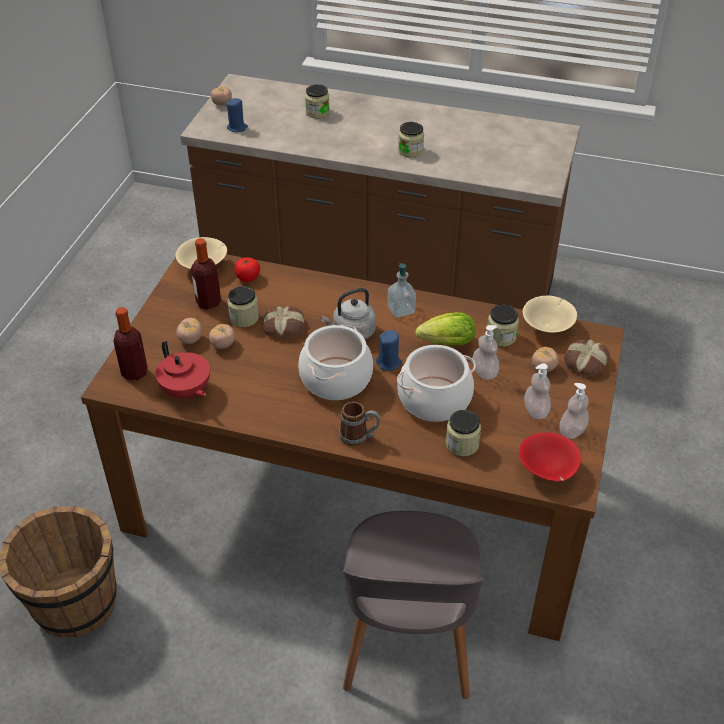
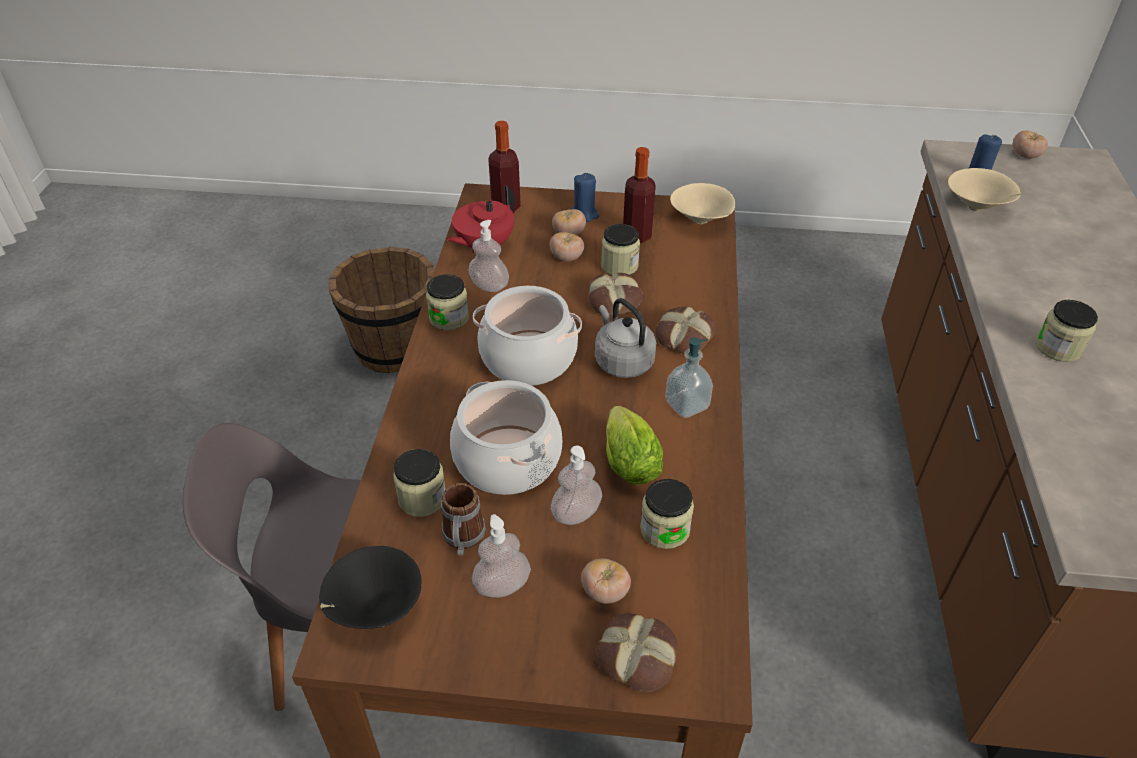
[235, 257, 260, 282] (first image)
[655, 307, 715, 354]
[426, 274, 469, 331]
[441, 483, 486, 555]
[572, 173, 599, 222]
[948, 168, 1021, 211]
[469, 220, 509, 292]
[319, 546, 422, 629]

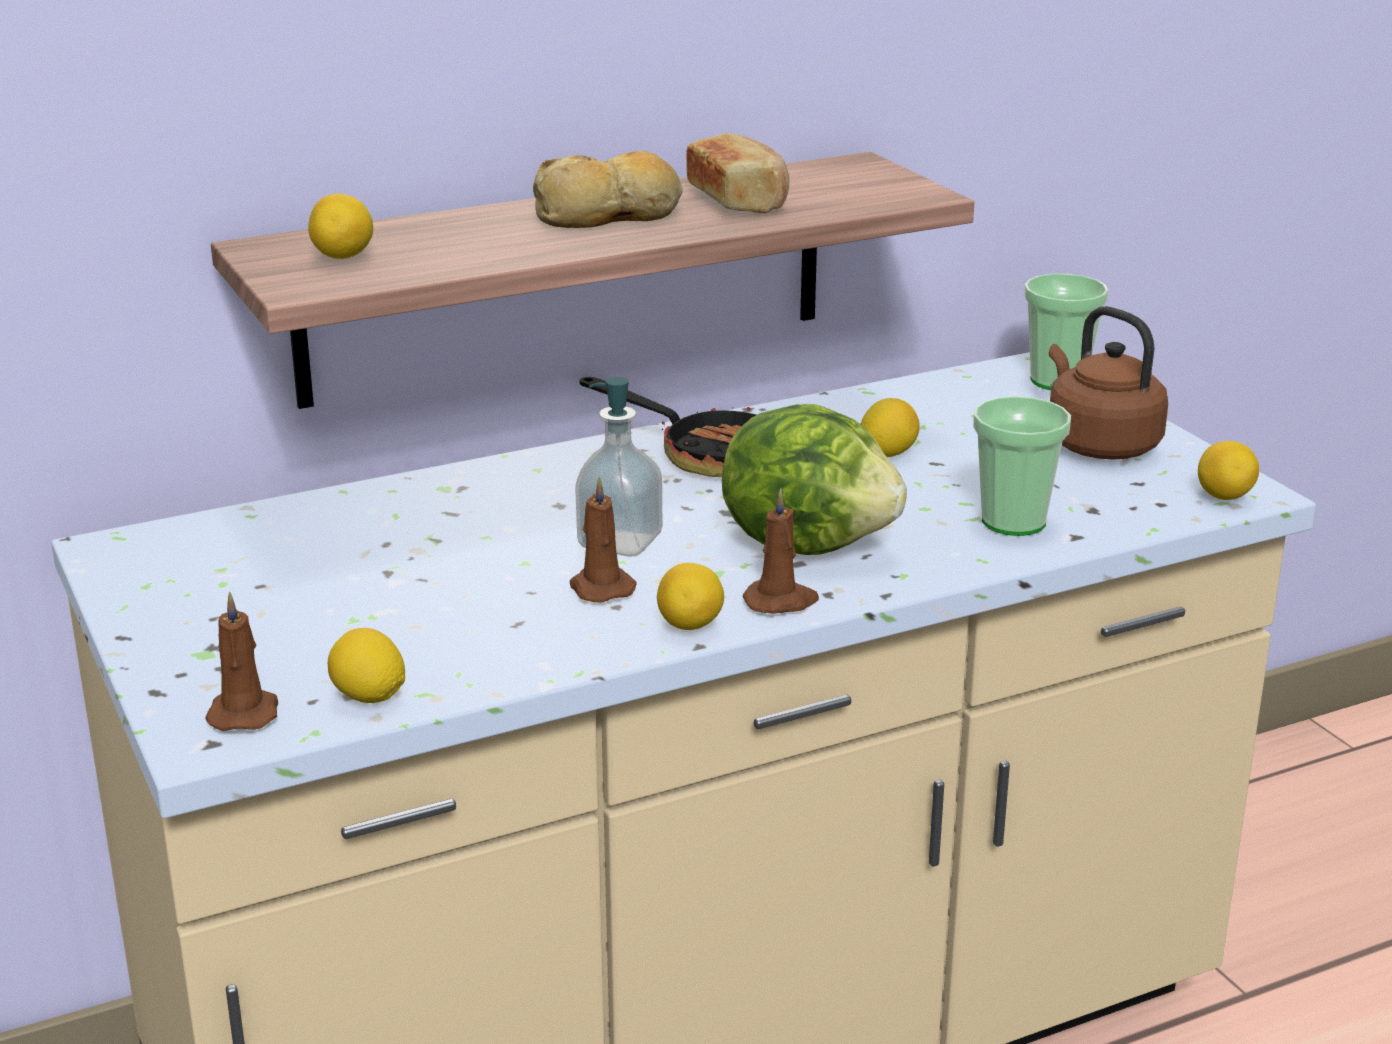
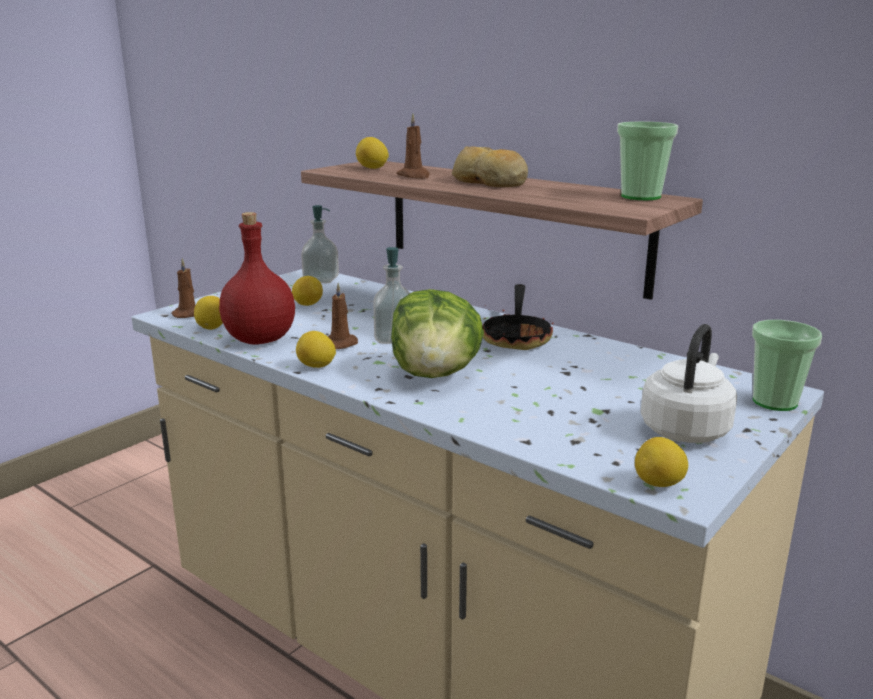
[686, 133, 789, 213] (first image)
[219, 212, 295, 344]
[301, 205, 339, 283]
[397, 114, 430, 179]
[292, 276, 323, 306]
[617, 121, 678, 200]
[640, 324, 737, 443]

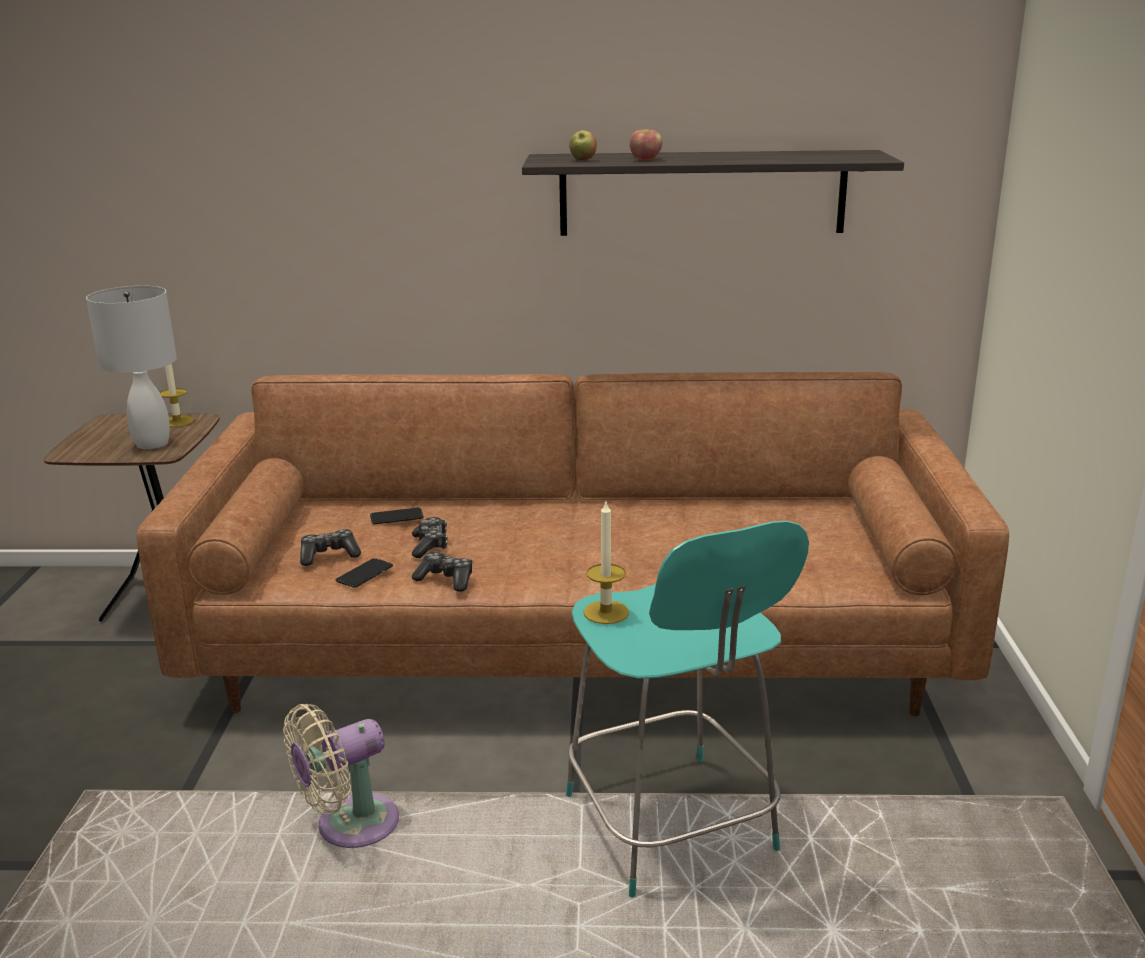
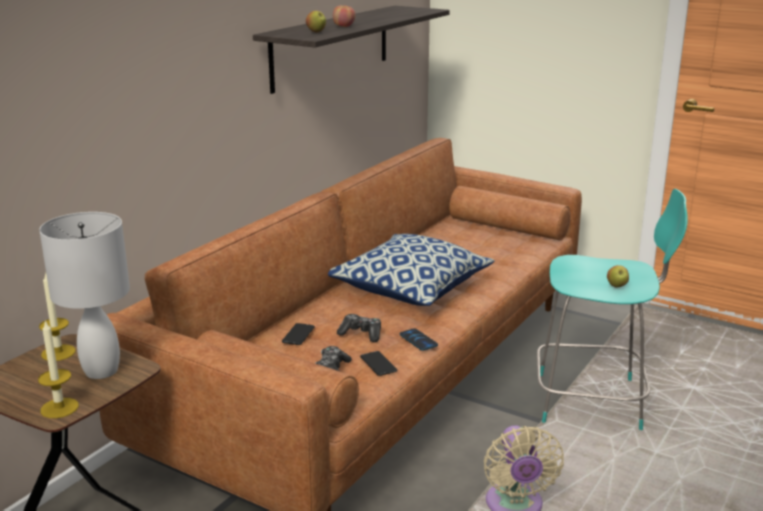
[328, 234, 495, 306]
[607, 265, 629, 288]
[38, 321, 79, 418]
[400, 328, 438, 351]

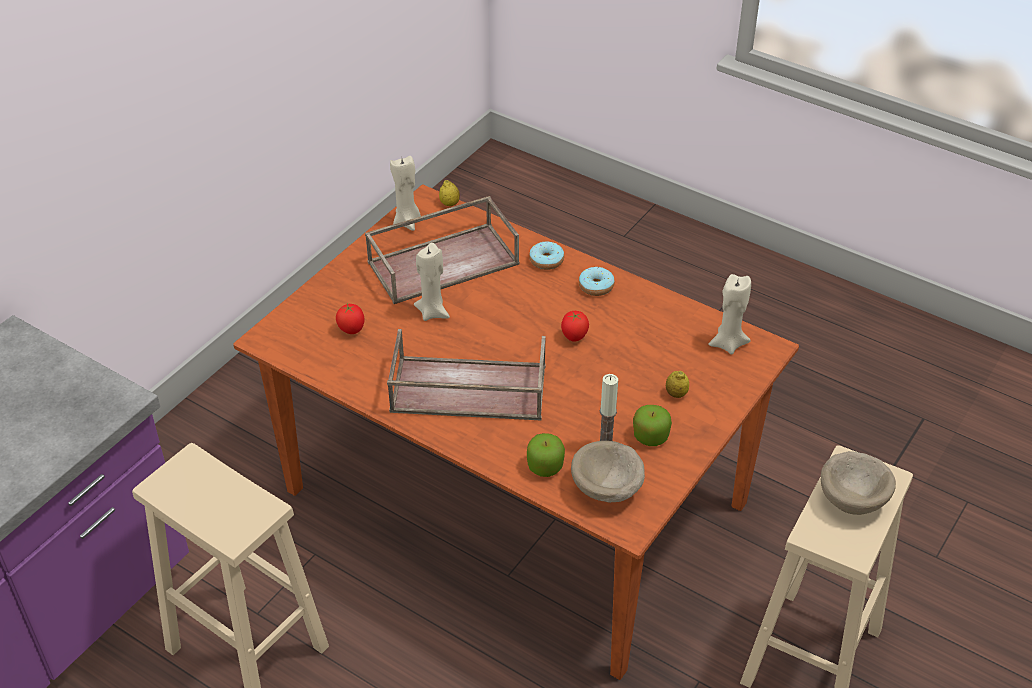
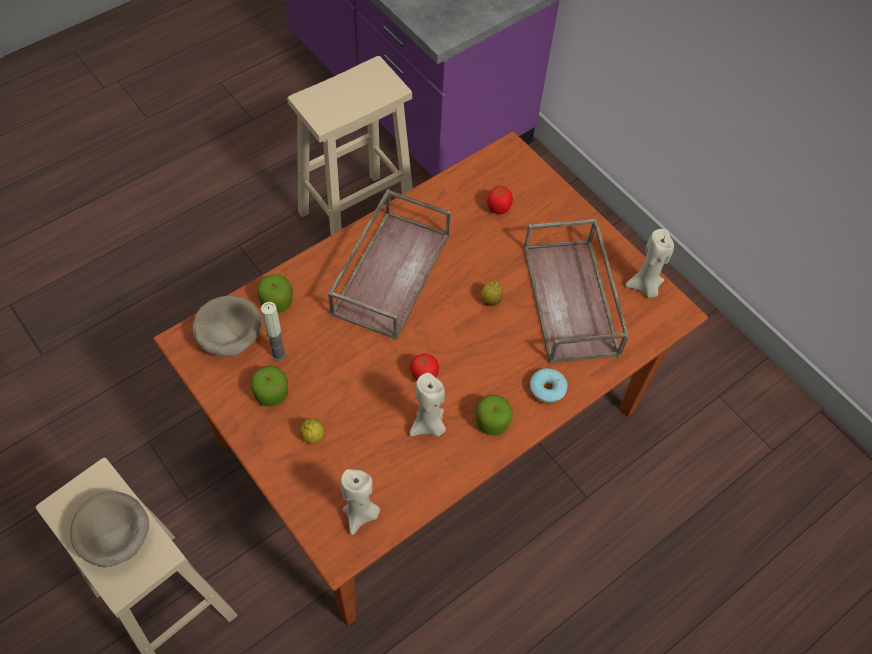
[410, 373, 446, 437]
[481, 280, 503, 306]
[475, 394, 513, 435]

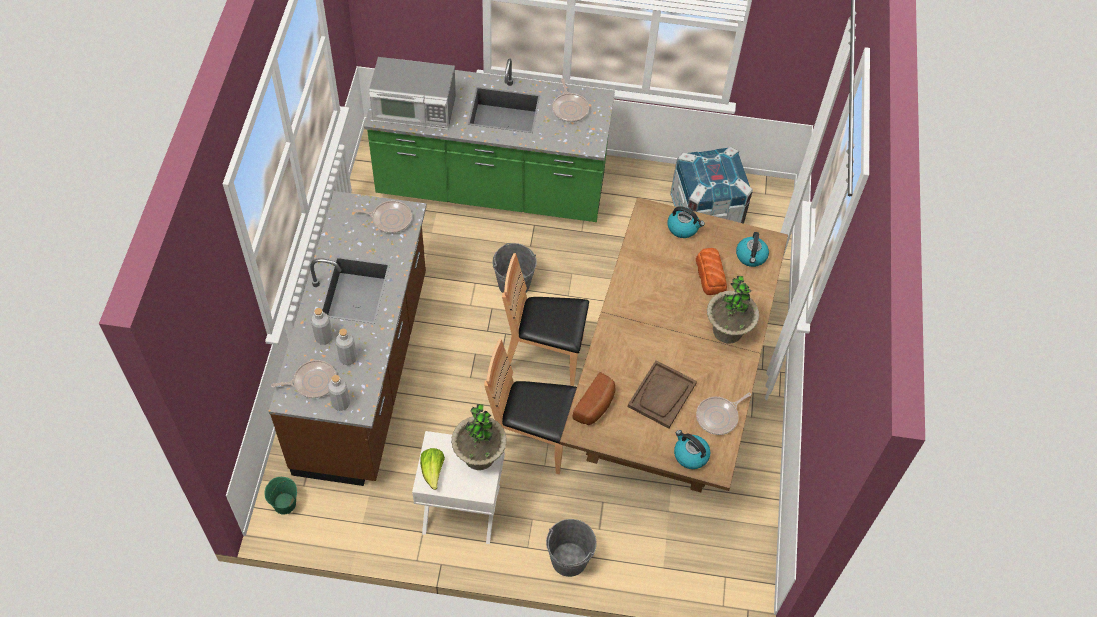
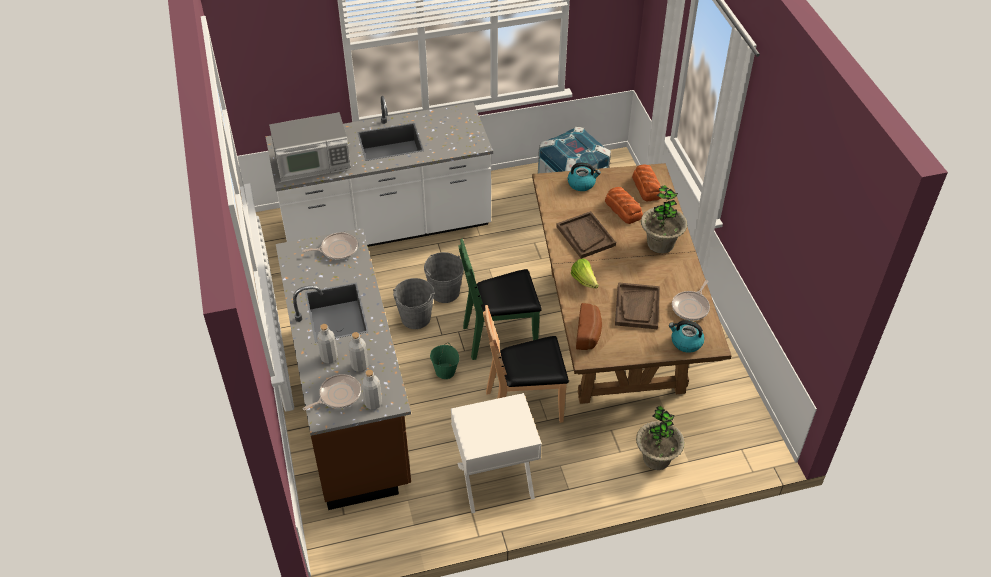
[552, 78, 589, 122] (first image)
[556, 211, 616, 259]
[430, 343, 459, 379]
[571, 258, 599, 288]
[636, 406, 685, 470]
[393, 278, 435, 329]
[632, 165, 662, 202]
[265, 96, 493, 247]
[458, 238, 542, 360]

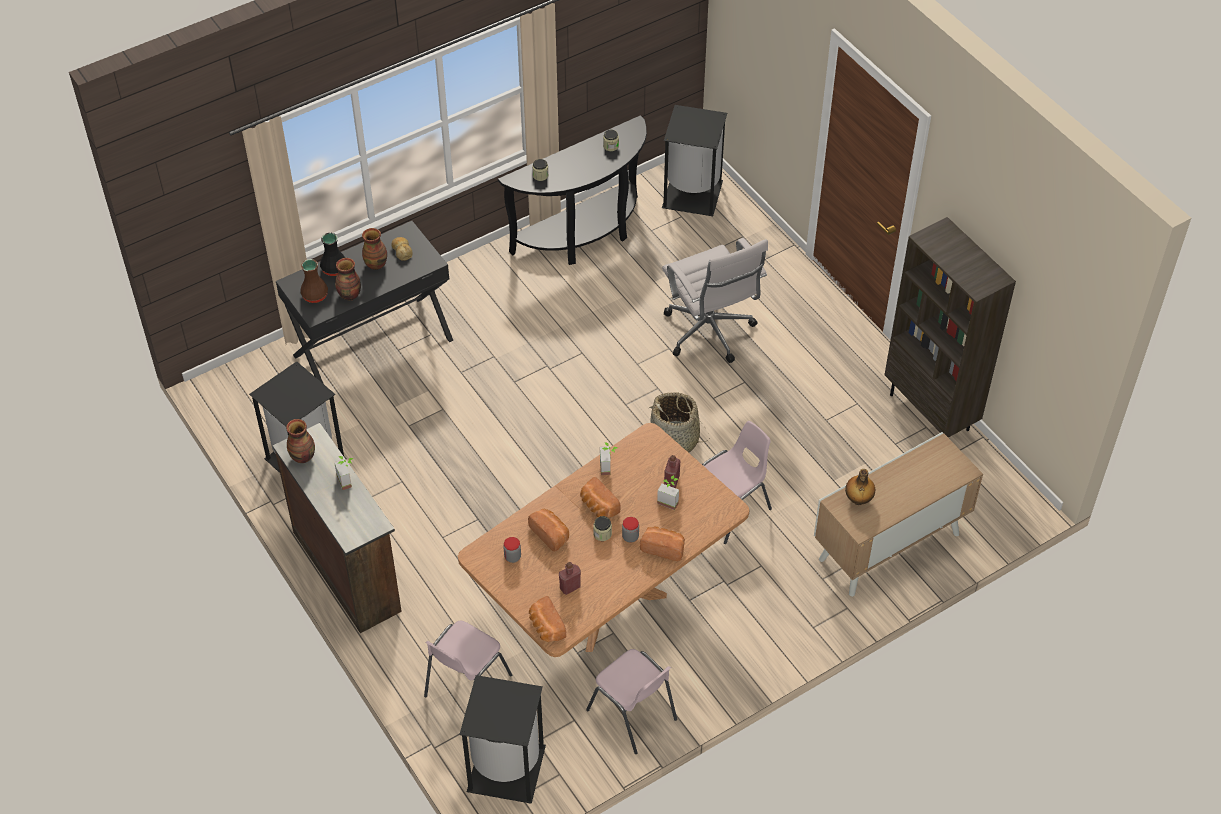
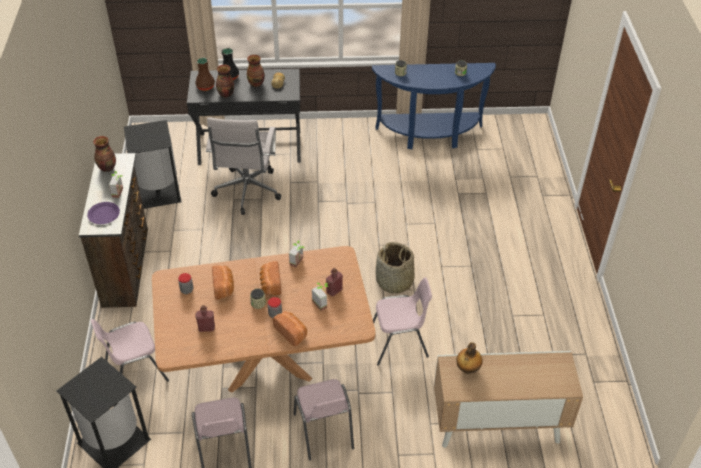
[529, 596, 566, 642] (first image)
[662, 105, 727, 216] (first image)
[885, 217, 1016, 438] (first image)
[87, 202, 120, 224]
[294, 379, 354, 461]
[206, 118, 281, 215]
[372, 63, 496, 149]

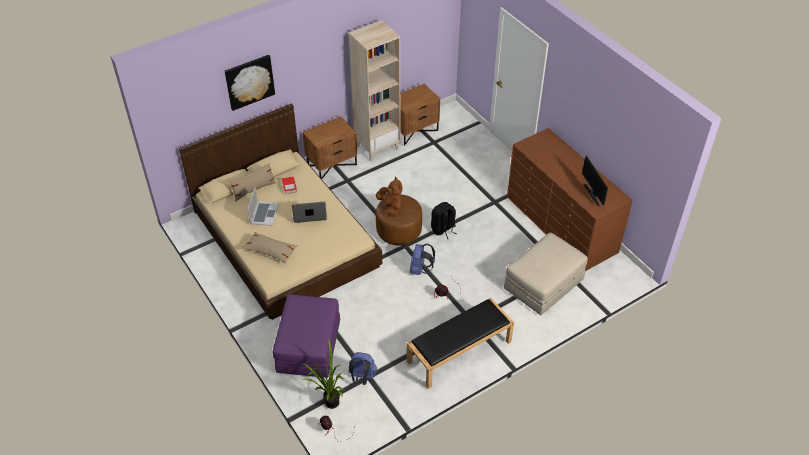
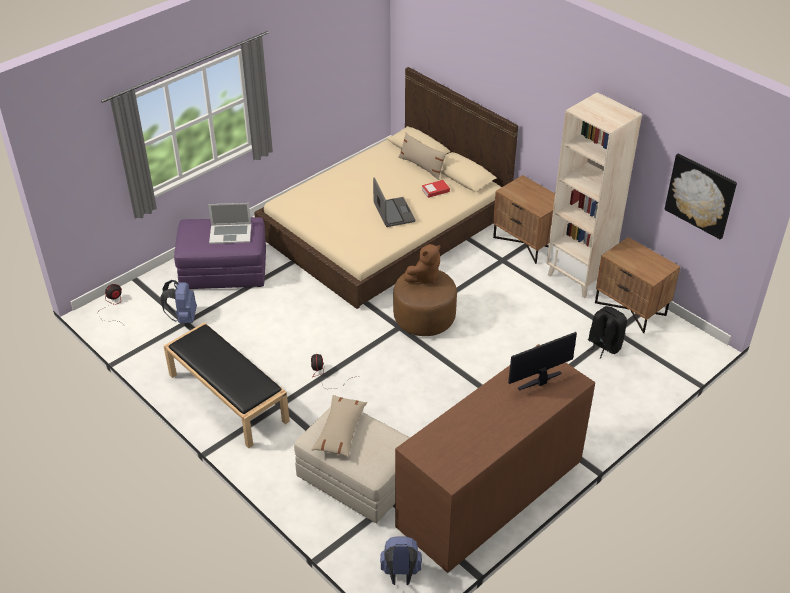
[302, 339, 343, 409] (first image)
[664, 153, 737, 240]
[311, 395, 367, 457]
[208, 203, 251, 244]
[380, 536, 422, 585]
[587, 306, 627, 359]
[508, 332, 577, 391]

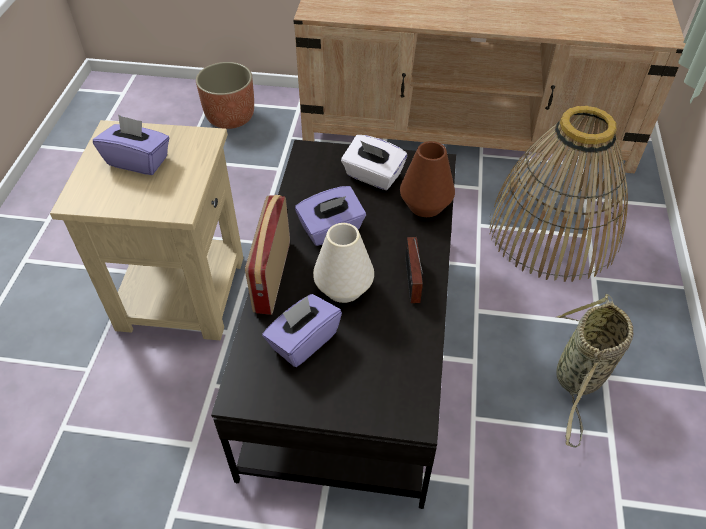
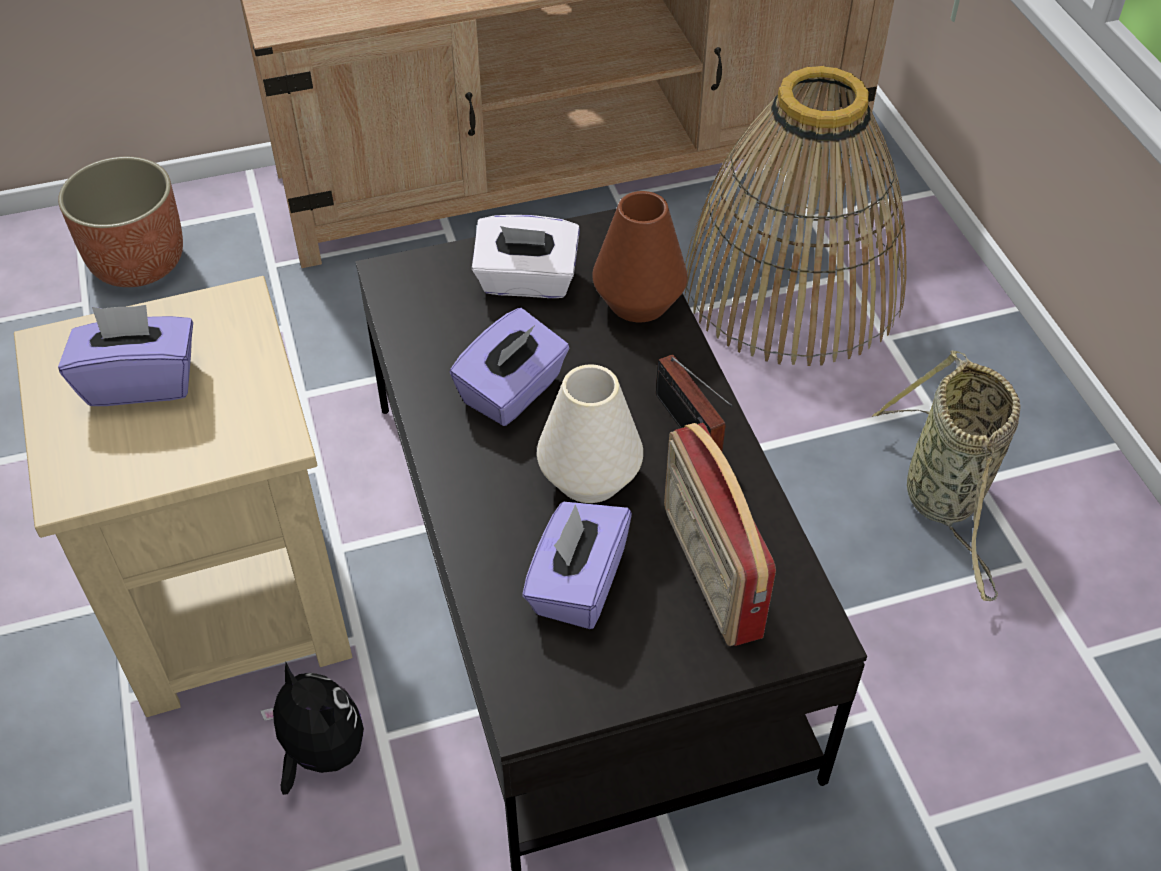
[260, 663, 364, 795]
[664, 423, 776, 646]

